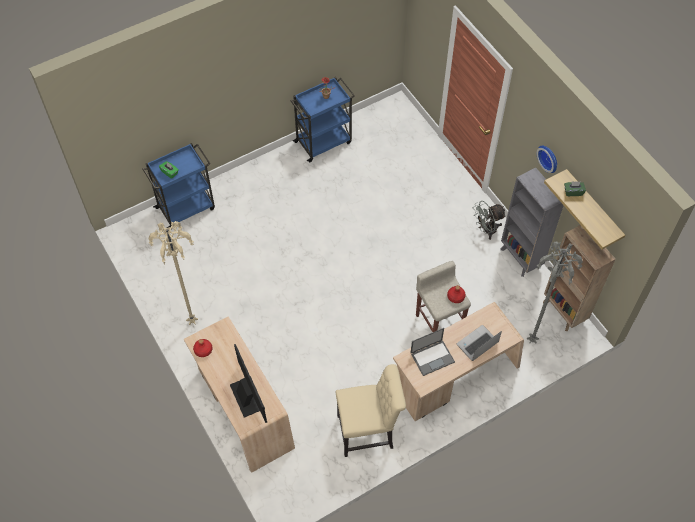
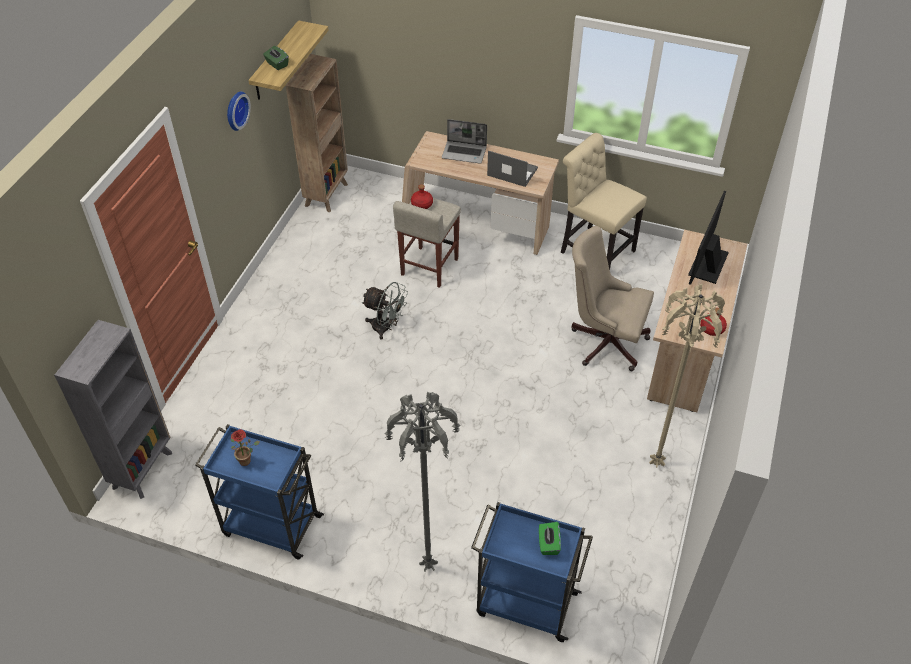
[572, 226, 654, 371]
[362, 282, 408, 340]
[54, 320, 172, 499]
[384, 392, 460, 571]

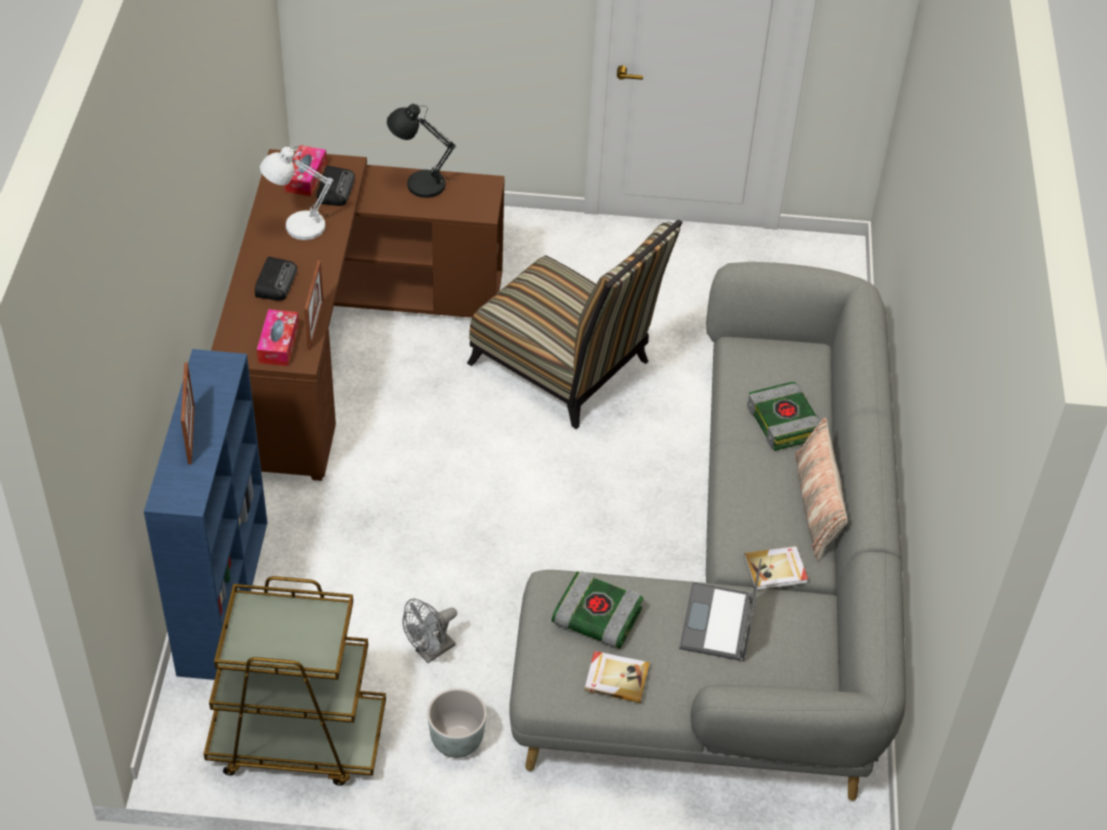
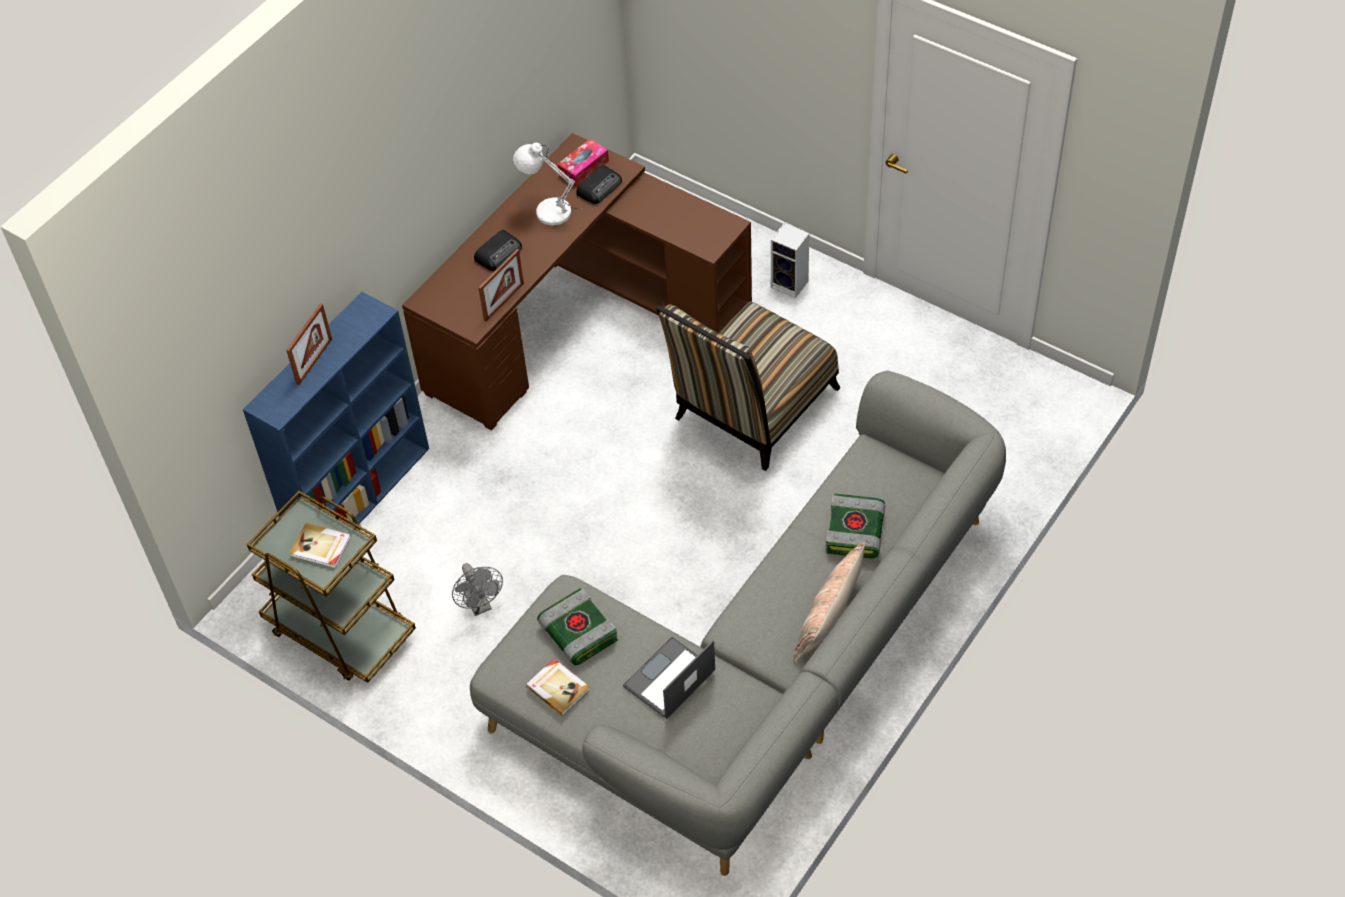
[257, 309, 299, 366] (first image)
[387, 104, 456, 198] (first image)
[427, 688, 487, 758] (first image)
[771, 223, 809, 298]
[290, 523, 351, 568]
[452, 563, 503, 616]
[656, 301, 841, 471]

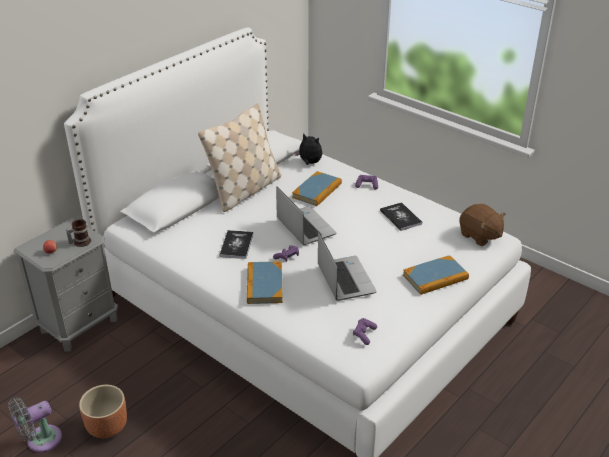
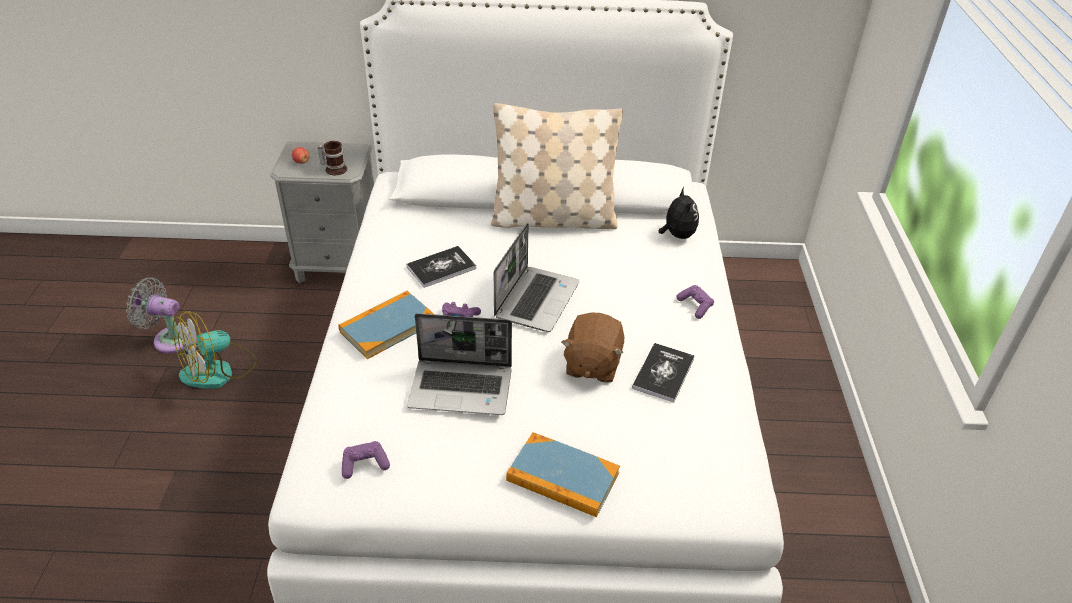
[292, 171, 342, 206] (first image)
[561, 313, 624, 383]
[173, 311, 257, 389]
[407, 313, 512, 415]

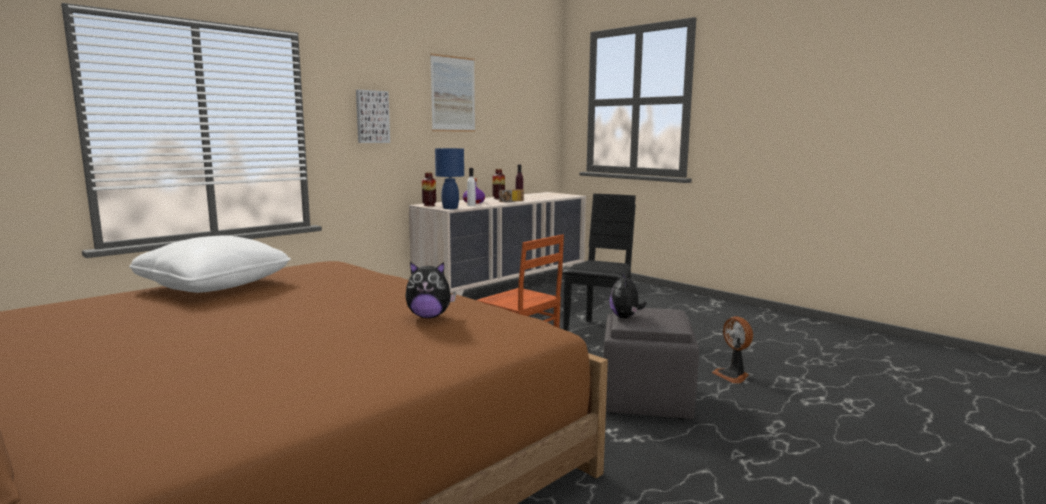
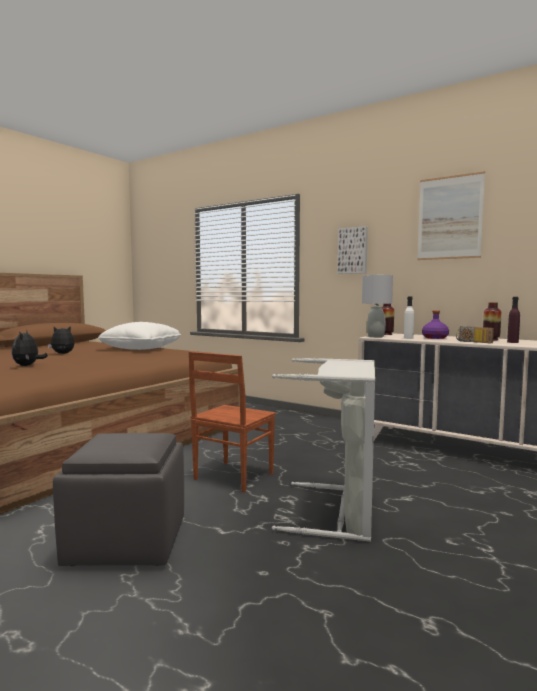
[712, 316, 753, 384] (first image)
[48, 326, 74, 354]
[272, 358, 375, 542]
[362, 275, 393, 338]

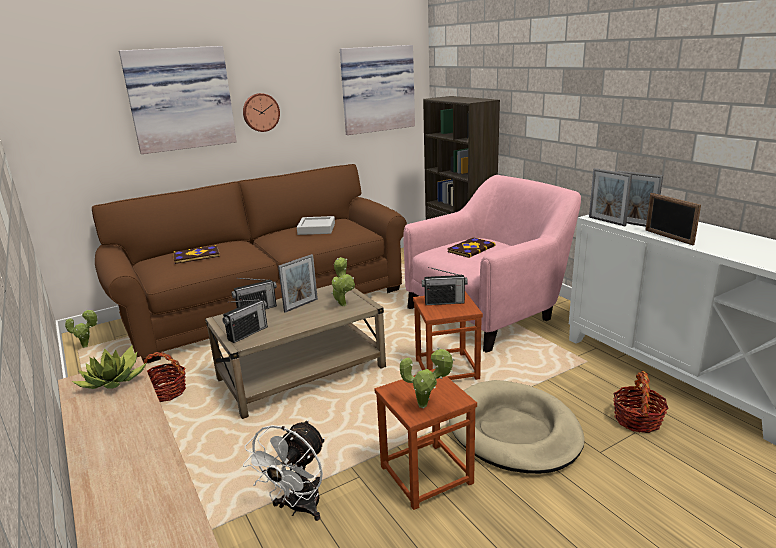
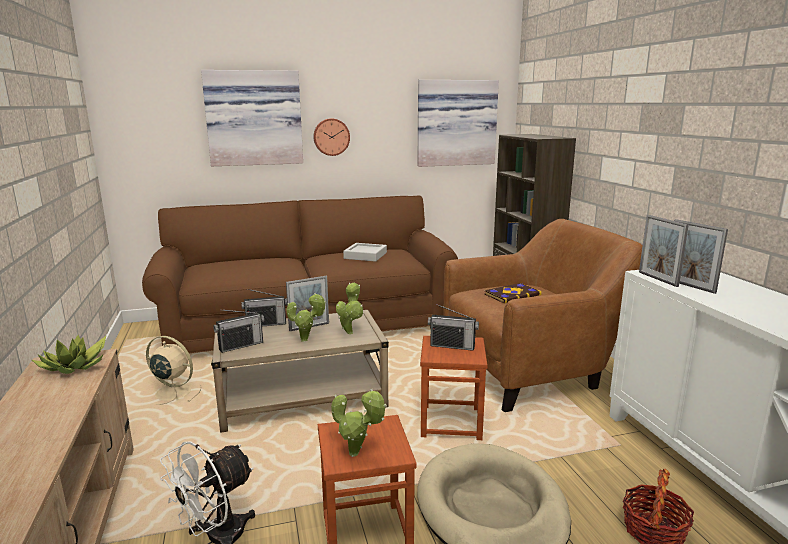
[173, 245, 220, 264] (first image)
[645, 193, 701, 245] (first image)
[287, 293, 326, 342]
[146, 336, 202, 405]
[443, 219, 643, 412]

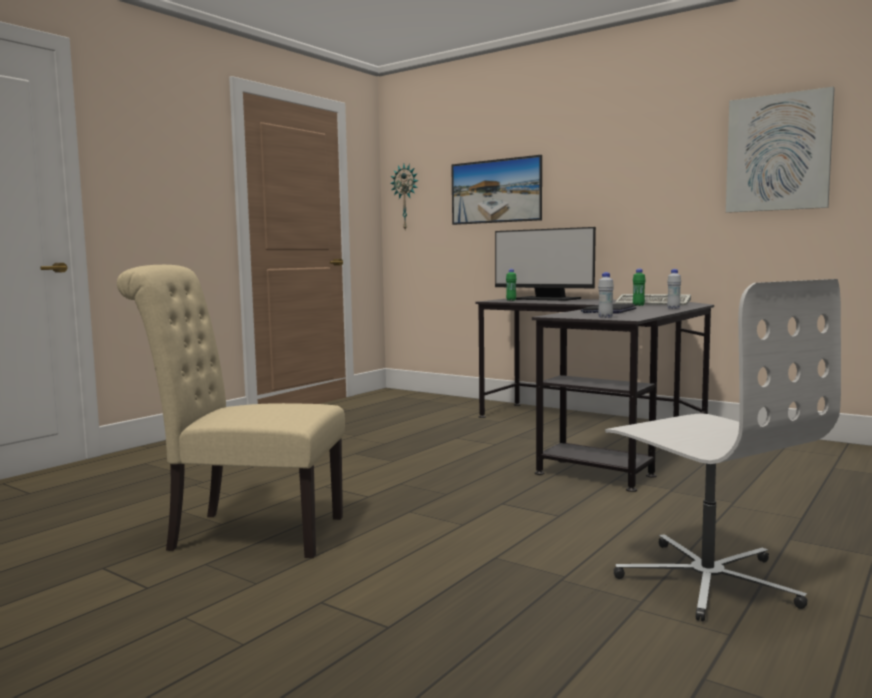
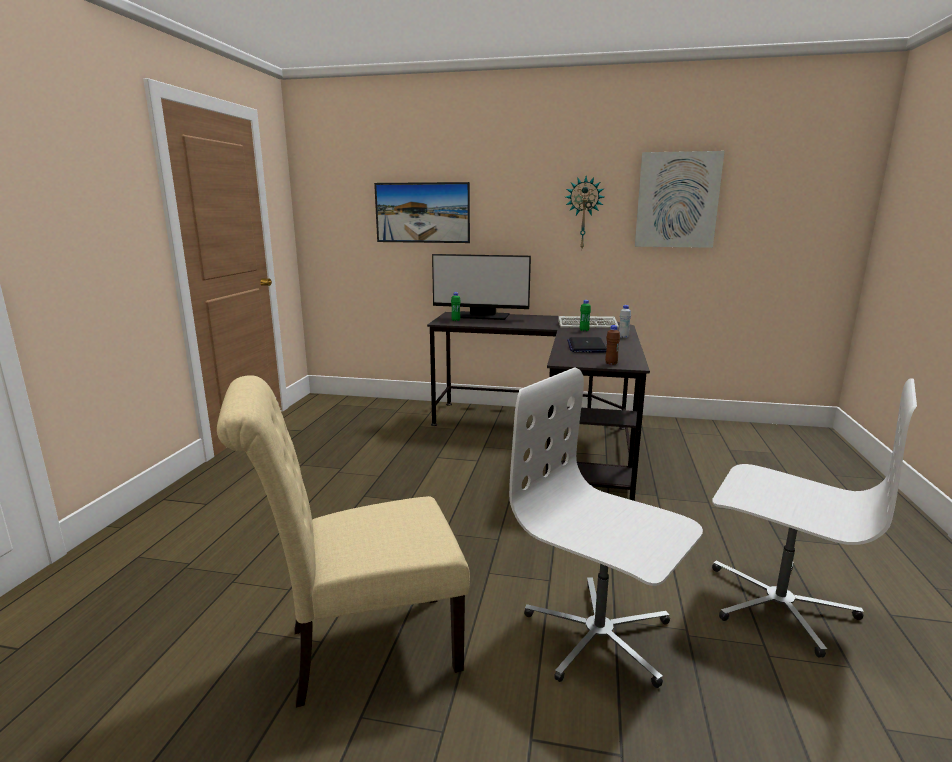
[509, 367, 703, 688]
[566, 176, 605, 248]
[605, 325, 620, 365]

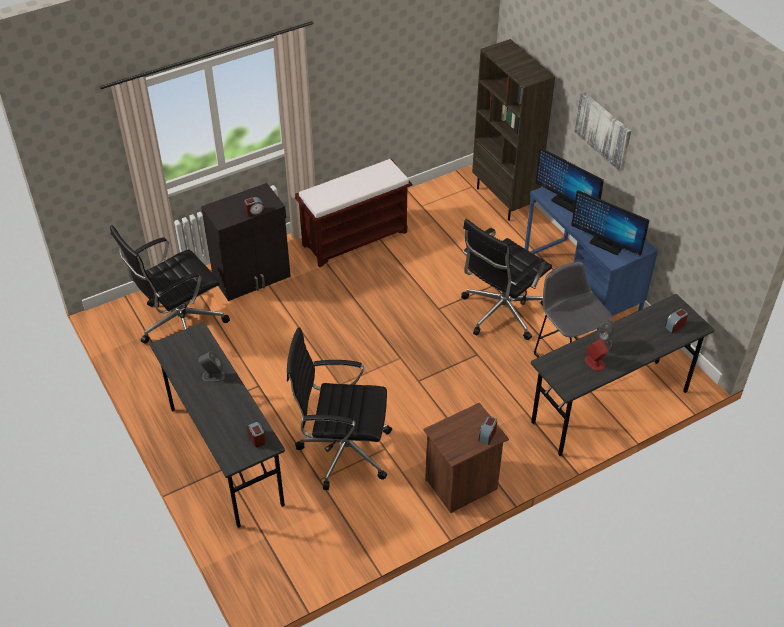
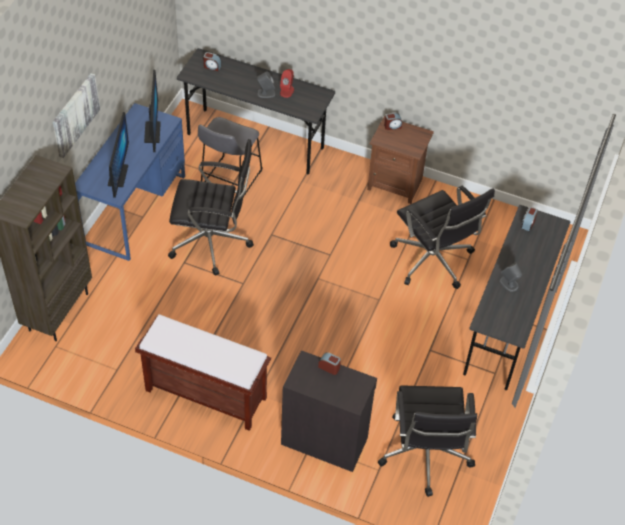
[378, 385, 477, 497]

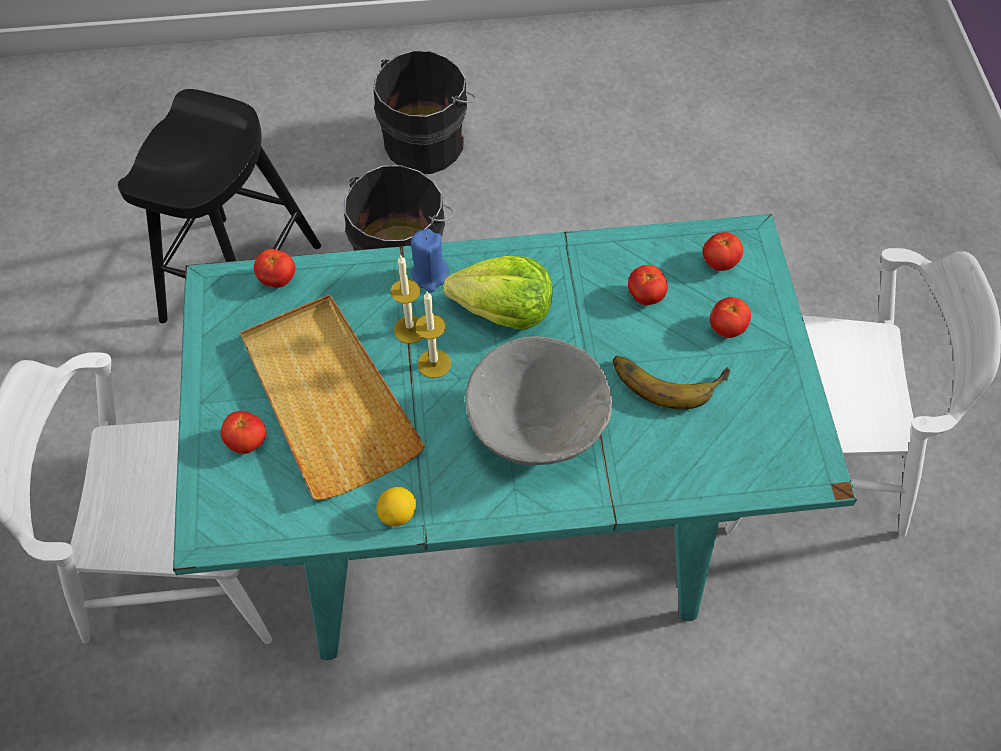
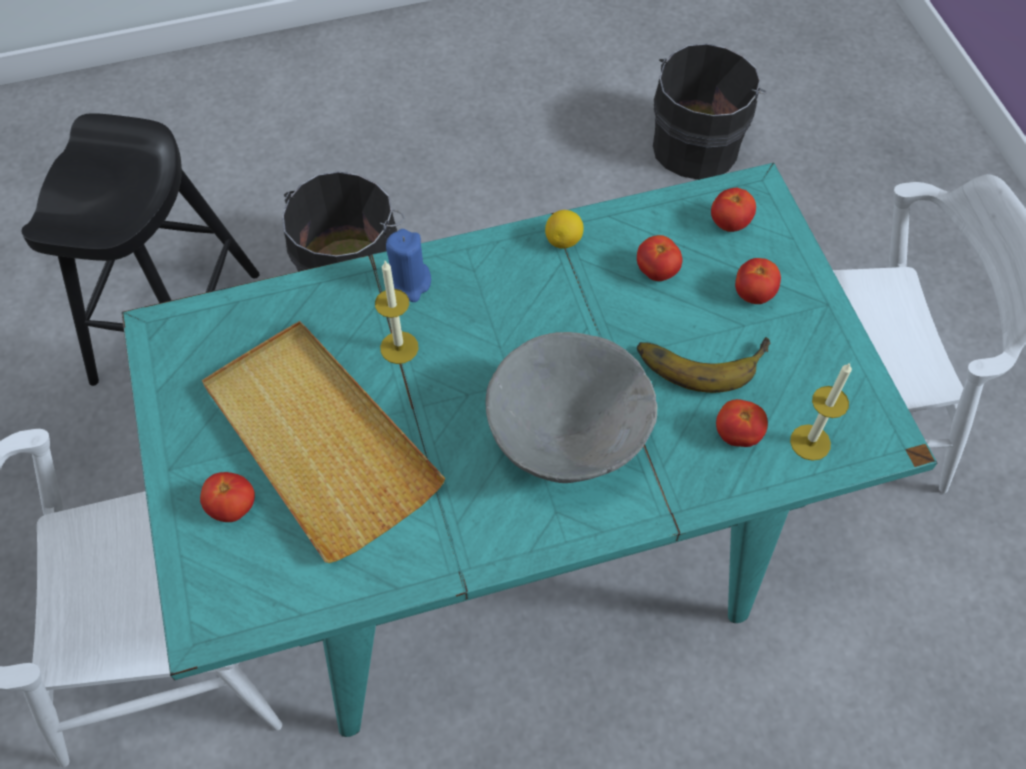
[443, 256, 553, 330] (first image)
[716, 399, 768, 447]
[653, 44, 767, 180]
[545, 210, 584, 249]
[790, 363, 852, 461]

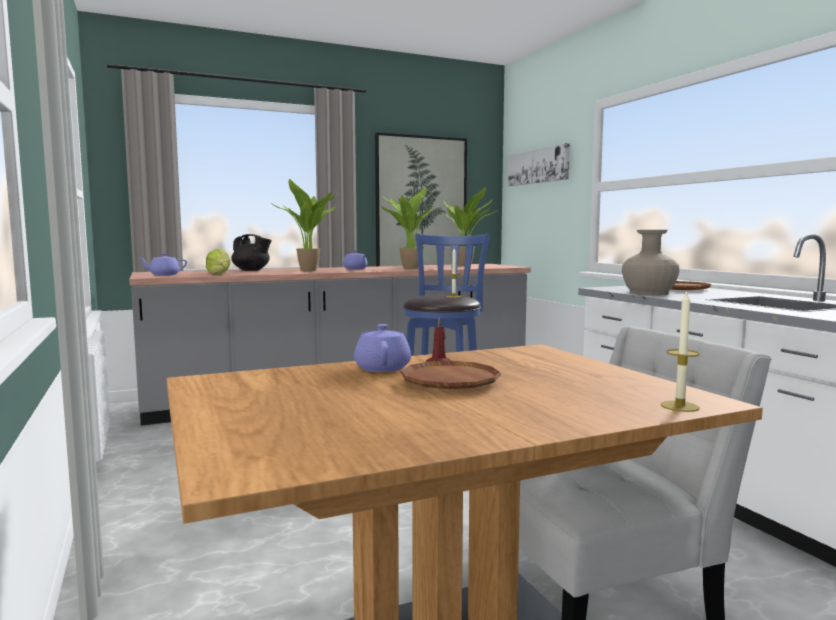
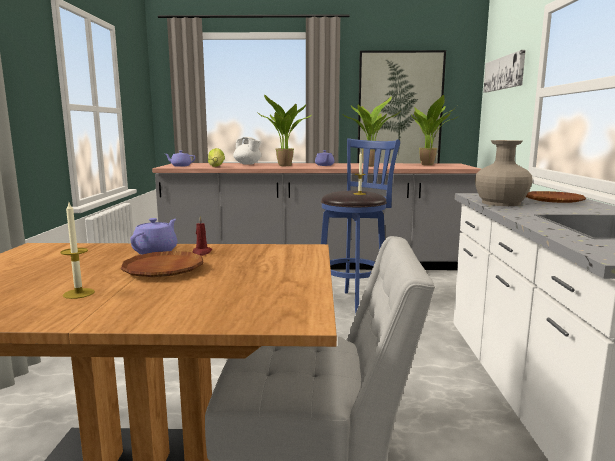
[60, 203, 95, 299]
[233, 137, 261, 165]

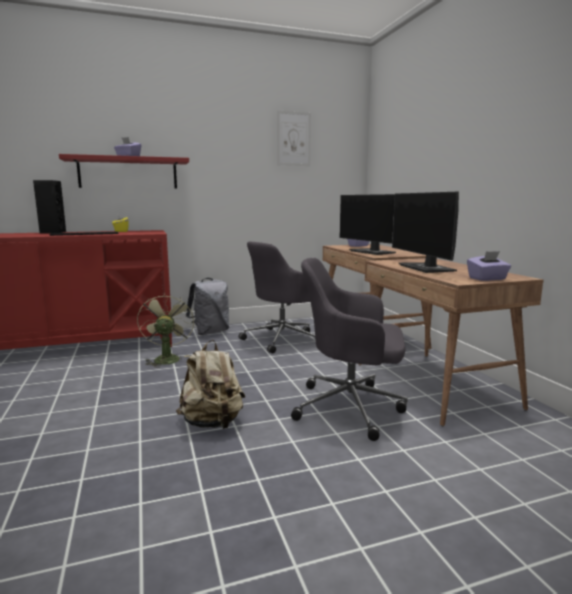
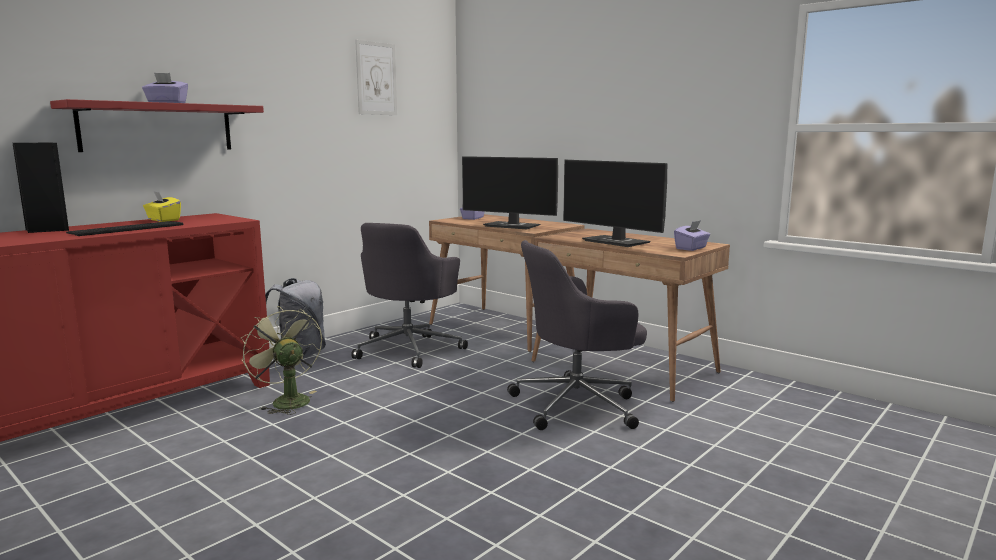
[176, 340, 245, 429] (first image)

